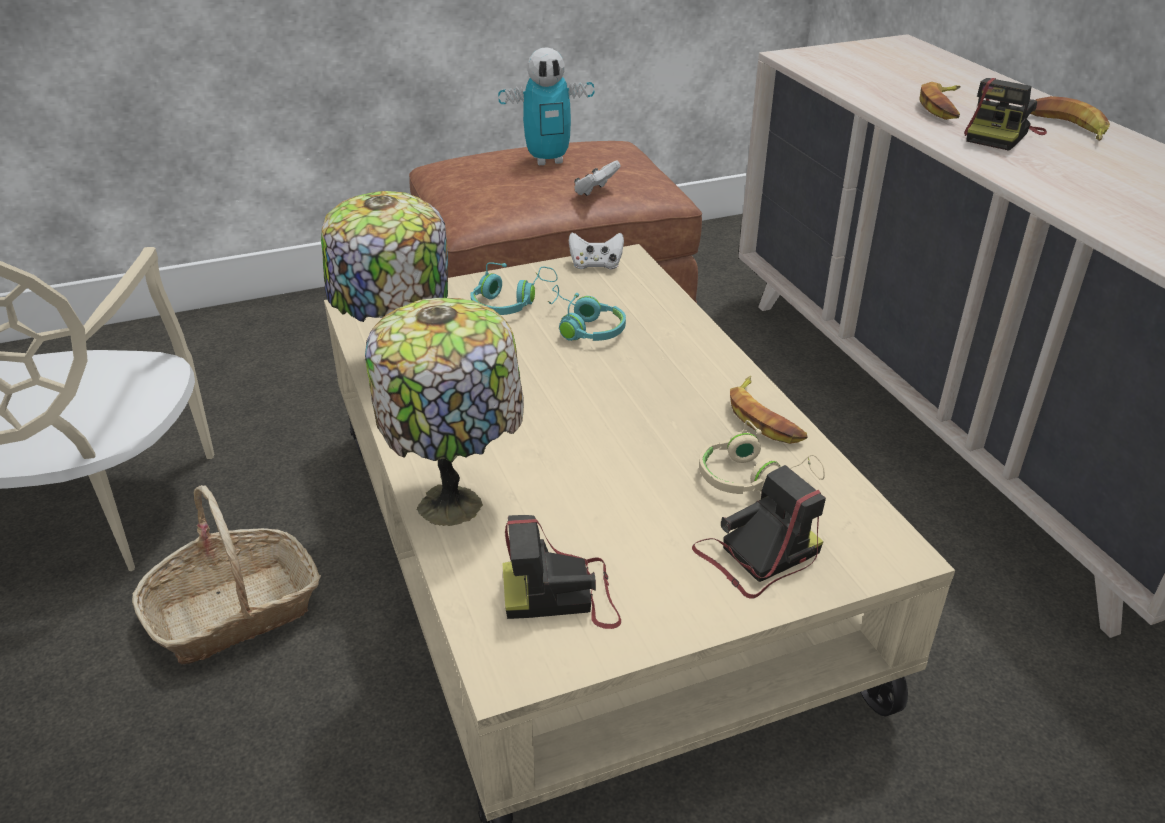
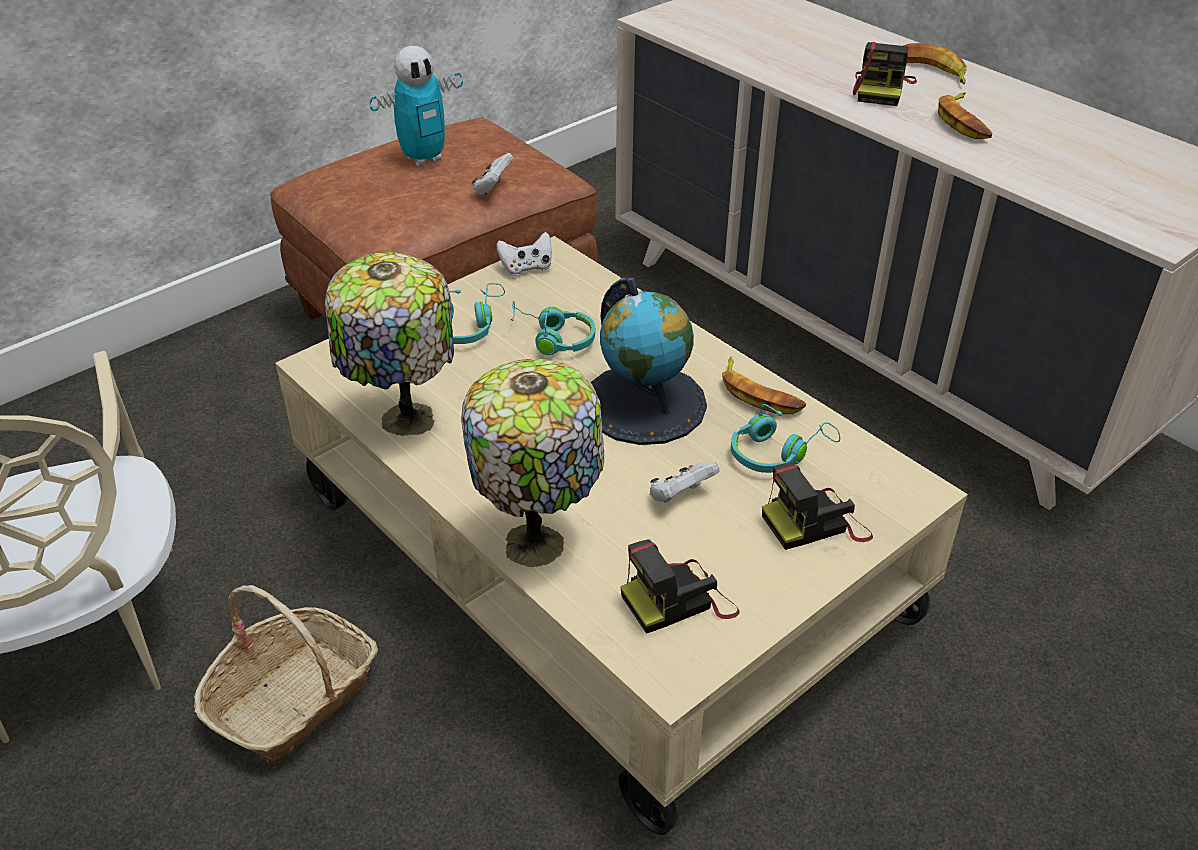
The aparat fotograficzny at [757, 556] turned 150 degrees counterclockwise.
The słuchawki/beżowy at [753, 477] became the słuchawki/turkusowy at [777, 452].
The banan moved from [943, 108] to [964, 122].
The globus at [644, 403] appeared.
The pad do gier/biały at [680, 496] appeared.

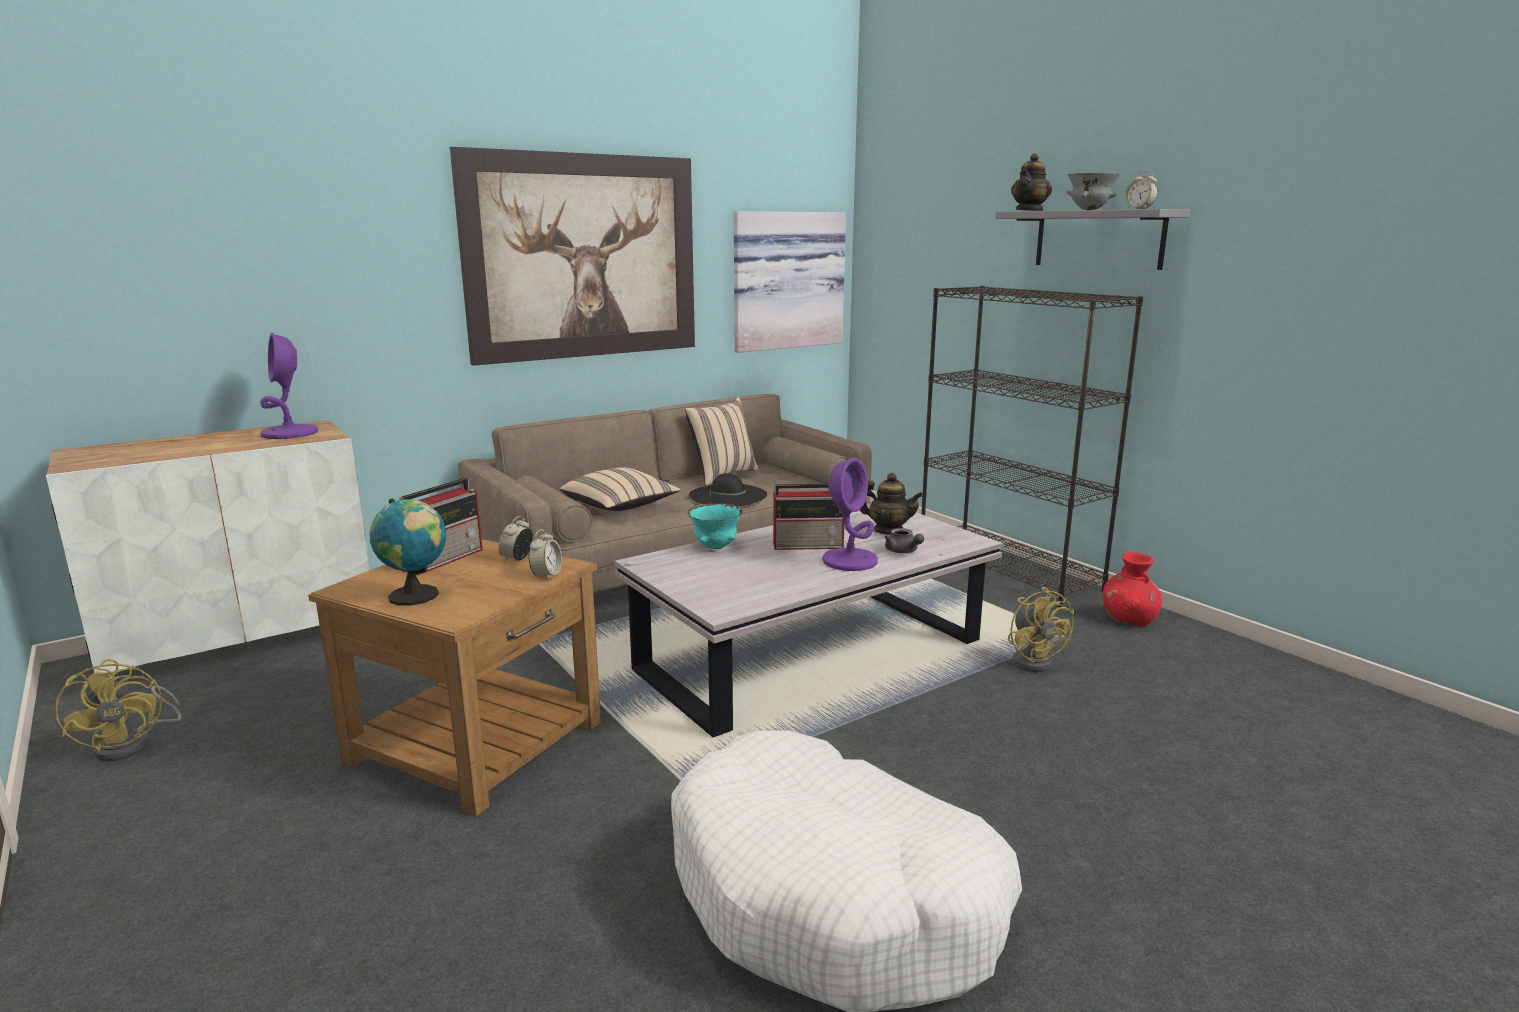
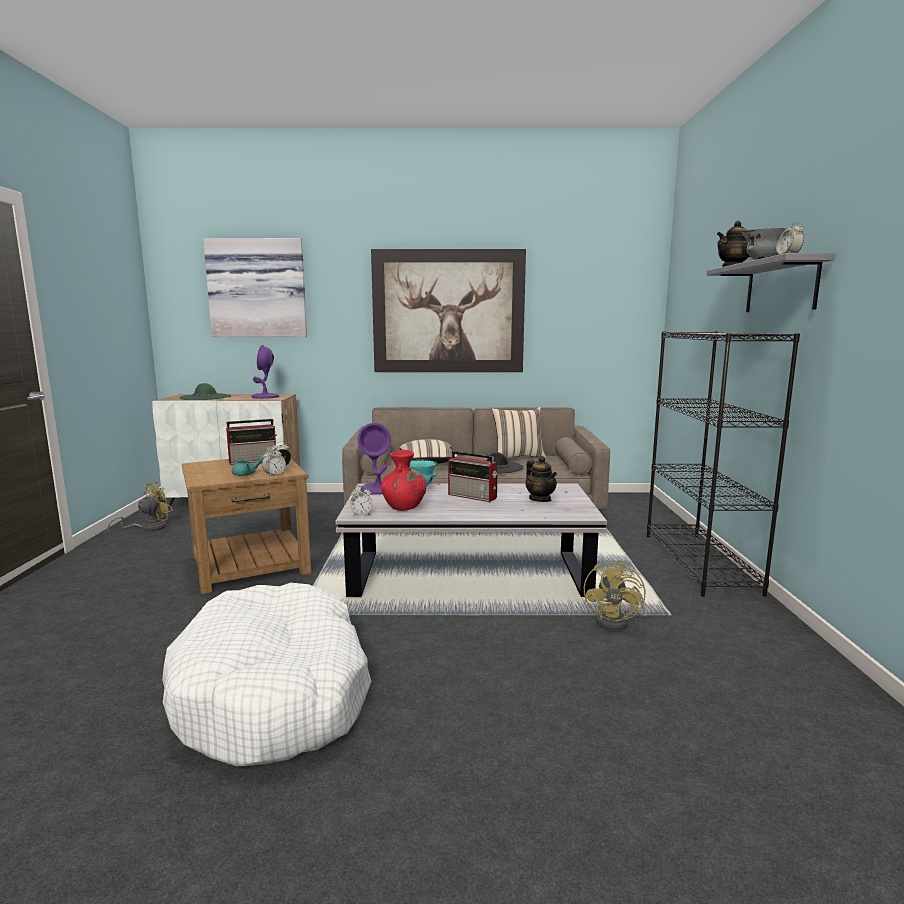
The wentylator/żółty at [134, 743] turned 150 degrees counterclockwise.
The globus at [417, 596] disappeared.
The obraz moved from [786, 280] to [258, 288].
The lampa stołowa/fioletowy moved from [850, 561] to [378, 489].
The imbryk/szary at [903, 552] disappeared.
The wazon/czerwony moved from [1129, 620] to [404, 506].
The kapelusz/zielony at [206, 397] appeared.
The imbryk/turkusowy at [248, 474] appeared.
The budzik at [361, 514] appeared.

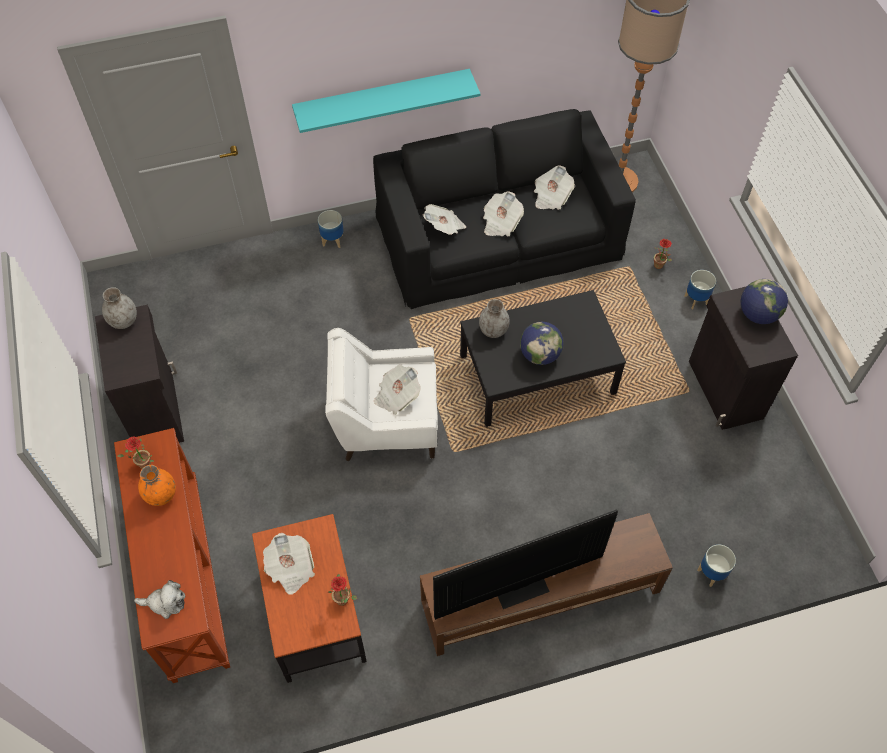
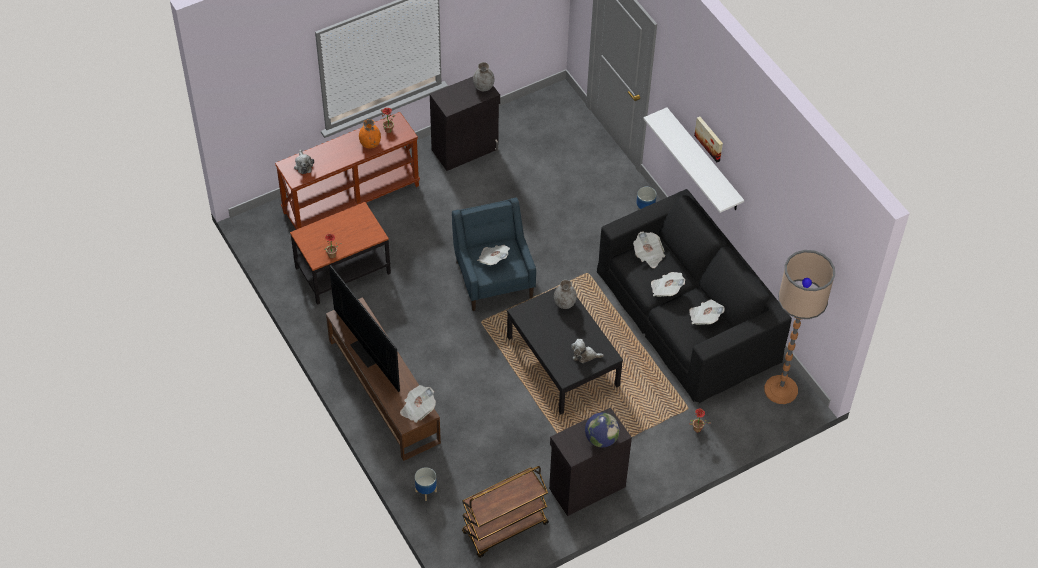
The gazeta moved from [290, 569] to [417, 409].
The półka/turkusowy at [382, 98] became the półka/biały at [703, 161].
The fotel/biały at [386, 422] became the fotel/niebieski at [494, 277].
The globus at [539, 355] disappeared.
The donica at [696, 300] disappeared.
The wózek/brązowy at [504, 529] appeared.
The pluszak at [584, 355] appeared.
The obraz at [710, 138] appeared.

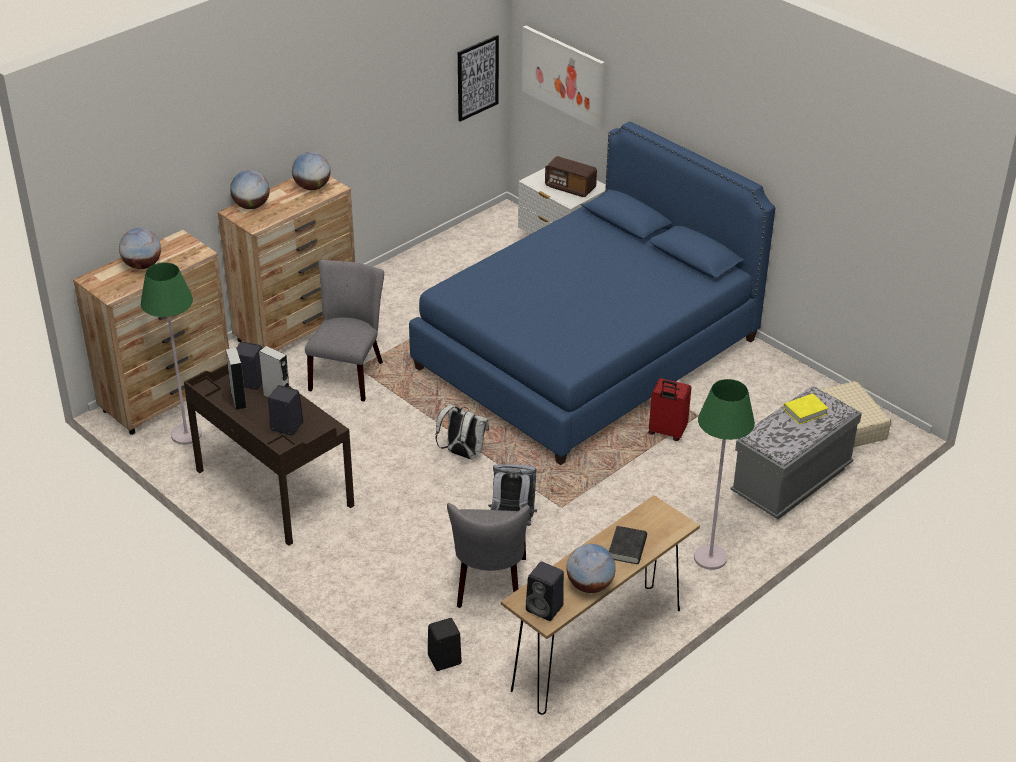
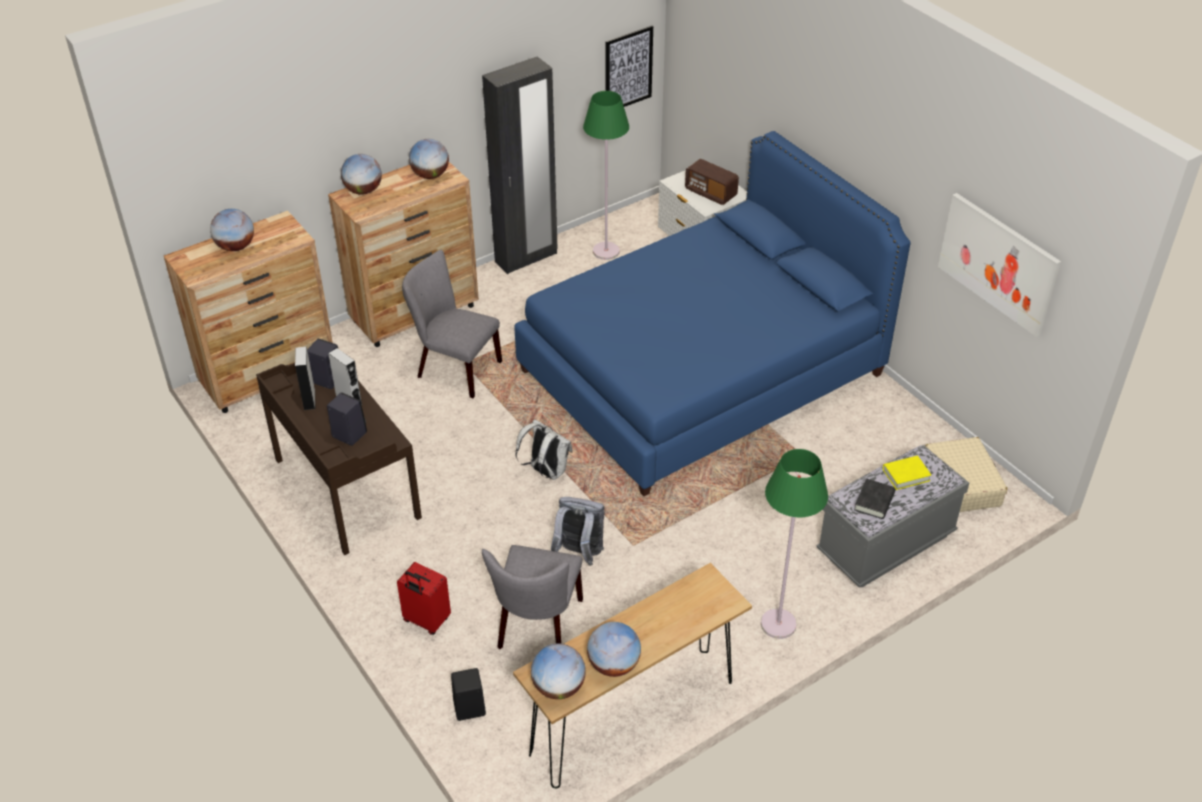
The lampa stojąca/zielony moved from [186, 434] to [605, 251].
The krzesło/szary at [349, 373] turned 90 degrees counterclockwise.
The obraz moved from [563, 76] to [998, 263].
The głośnik/czarny at [545, 608] was replaced by the globus at [559, 687].
The książka/czarny moved from [627, 548] to [874, 502].
The walizka/czerwony moved from [666, 432] to [426, 621].
The szafa/czarny at [526, 258] appeared.

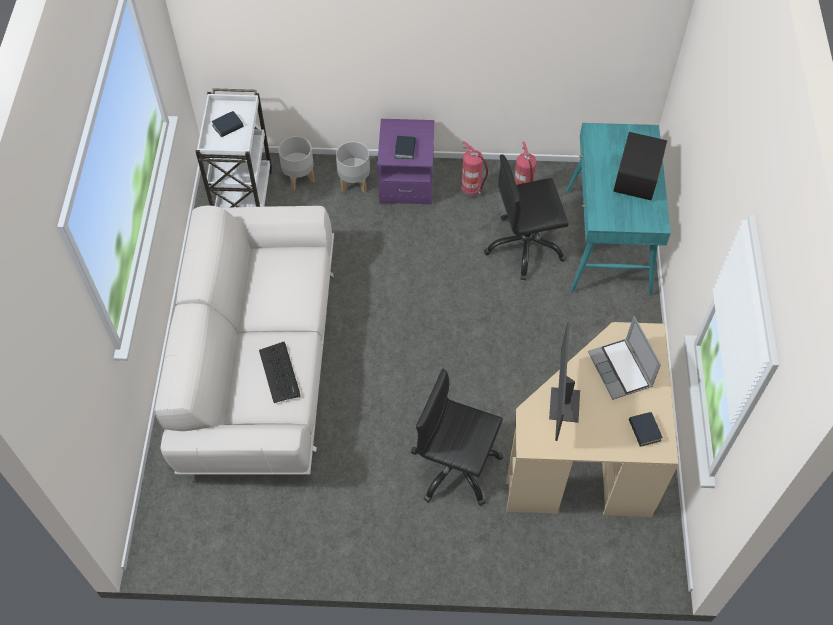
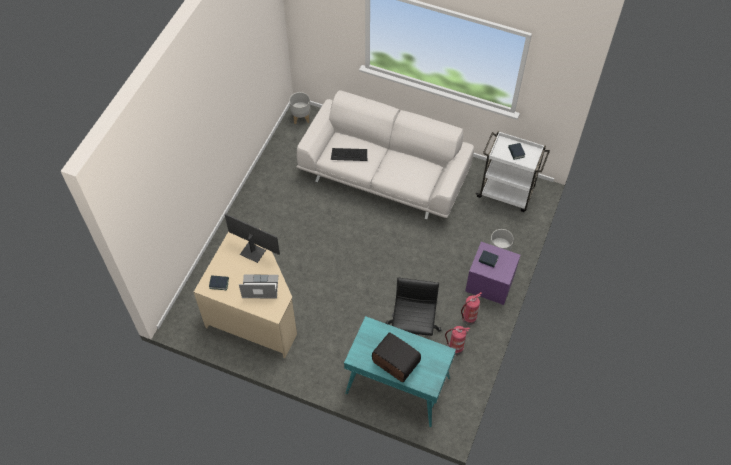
The donica/szary moved from [298, 177] to [301, 117].
The krzesło biurowe/czarny at [455, 467] disappeared.

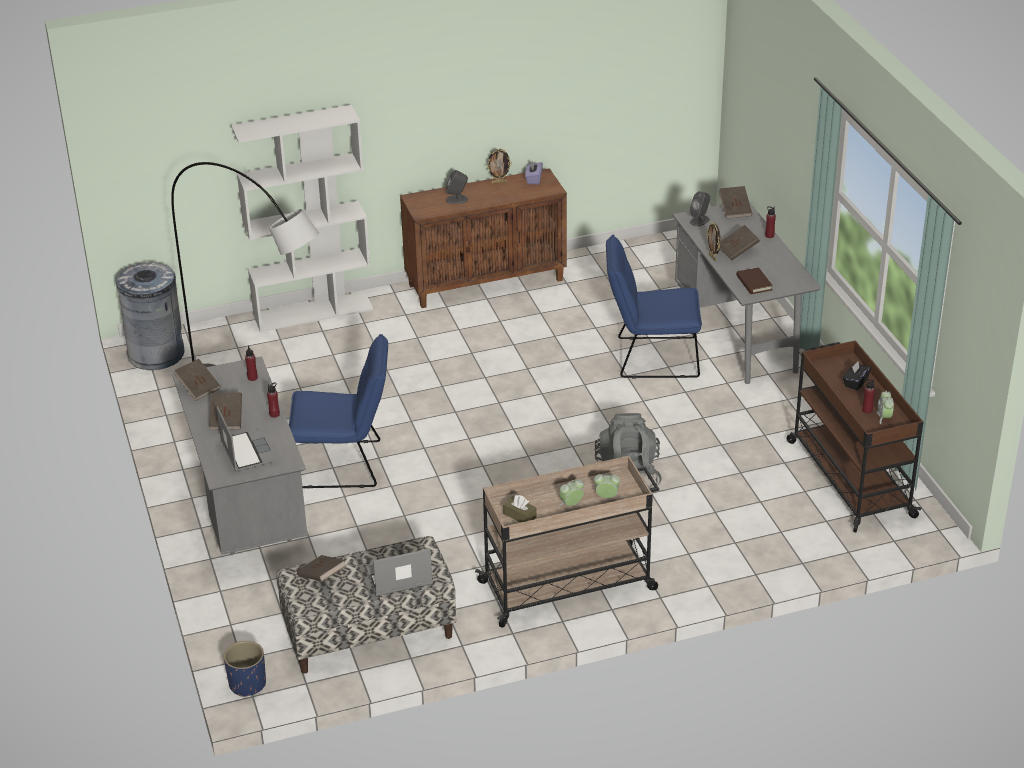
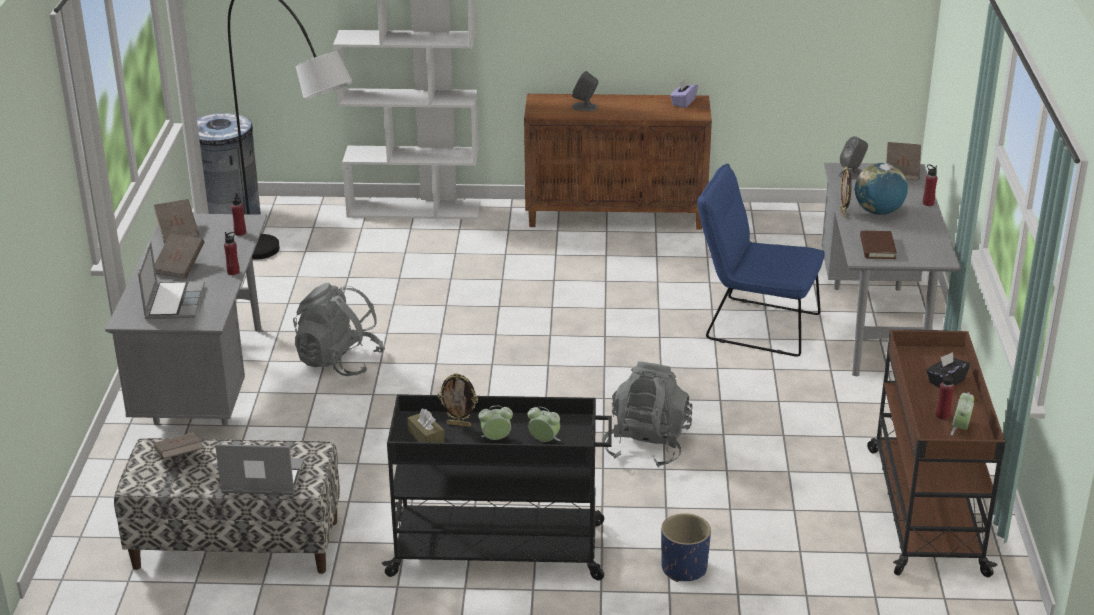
The donica/niebieski moved from [247, 684] to [684, 568].
The krzesło/niebieski at [344, 464] was replaced by the plecak/szary at [339, 361].
The wózek/beżowy at [569, 585] became the wózek/czarny at [500, 549].
The ramka na zdjęcie moved from [499, 182] to [459, 424].
The książka/brązowy at [737, 251] was replaced by the globus at [878, 212].

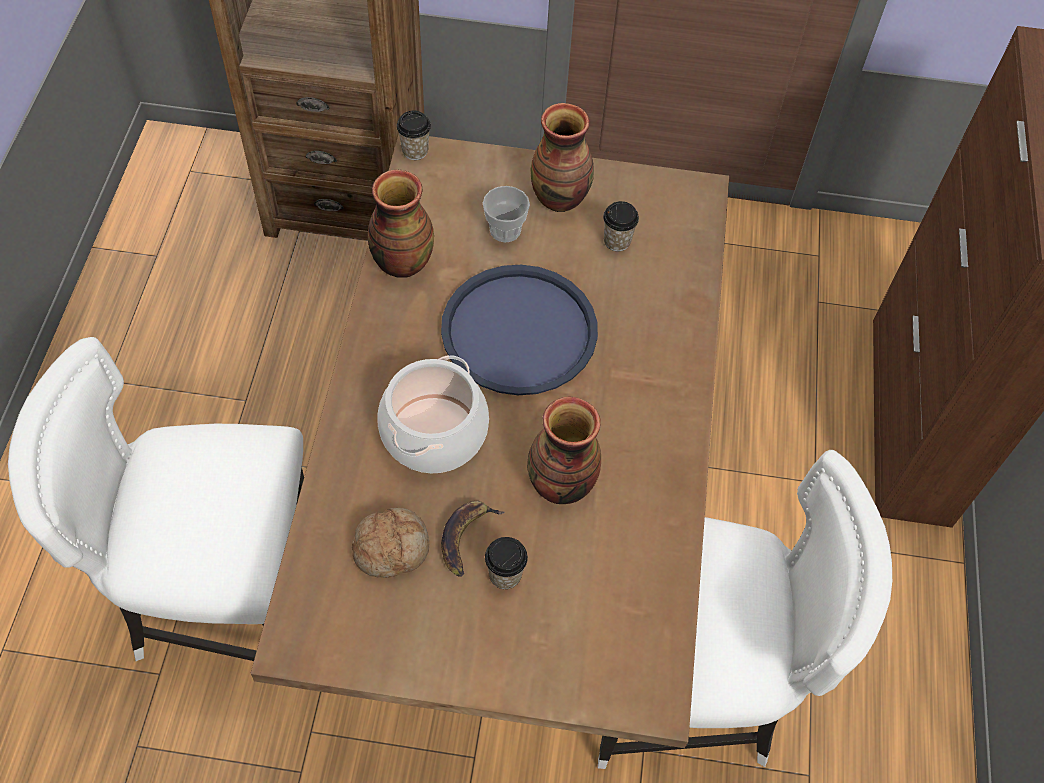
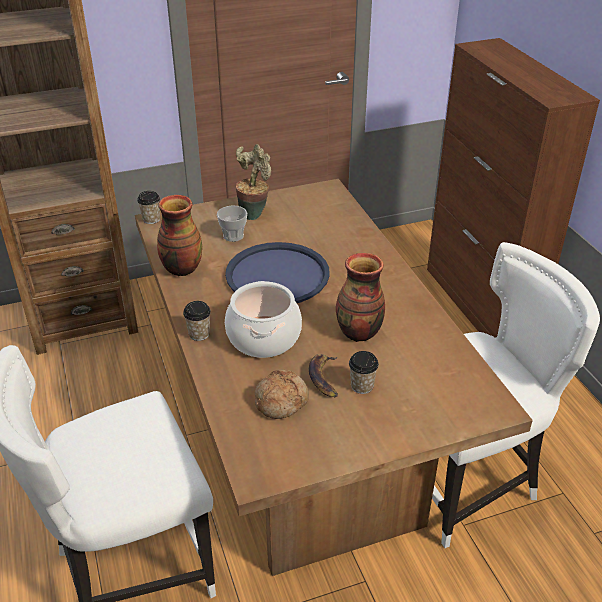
The wazon at [561, 197] was replaced by the roślina doniczkowa at [254, 213].
The filiżanka moved from [617, 241] to [199, 334].

